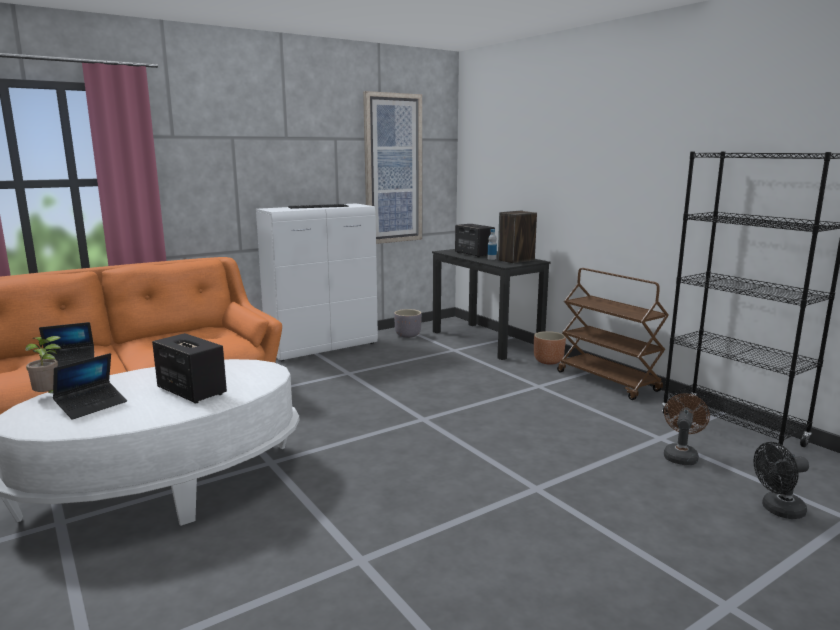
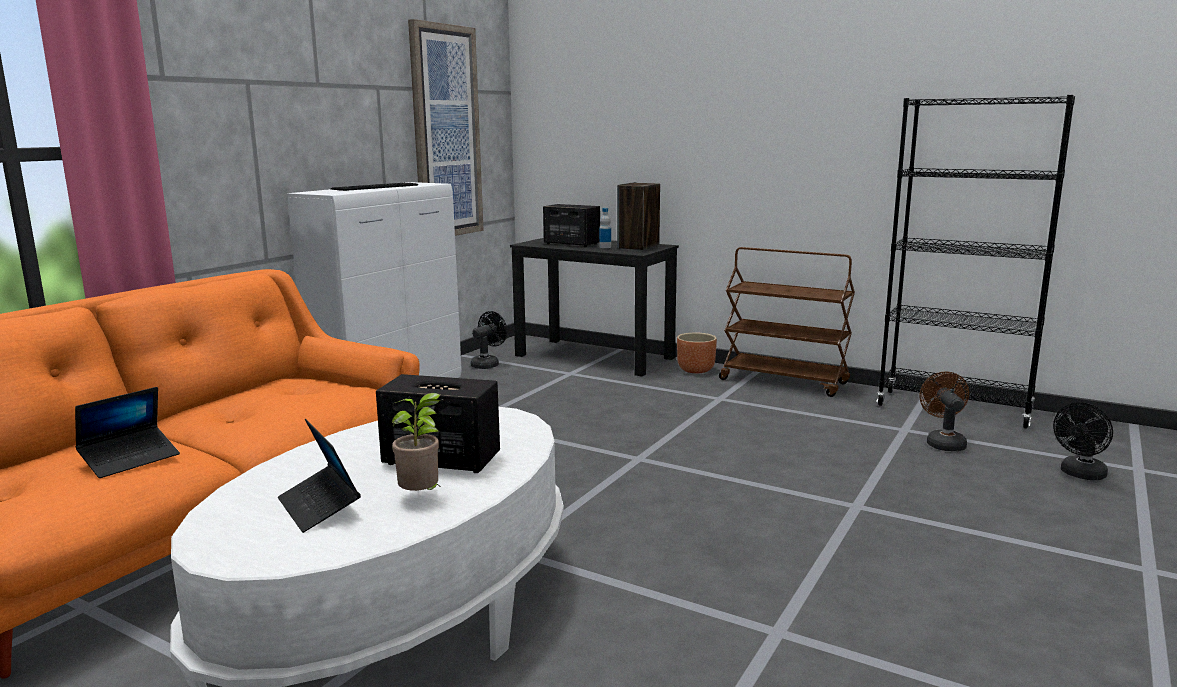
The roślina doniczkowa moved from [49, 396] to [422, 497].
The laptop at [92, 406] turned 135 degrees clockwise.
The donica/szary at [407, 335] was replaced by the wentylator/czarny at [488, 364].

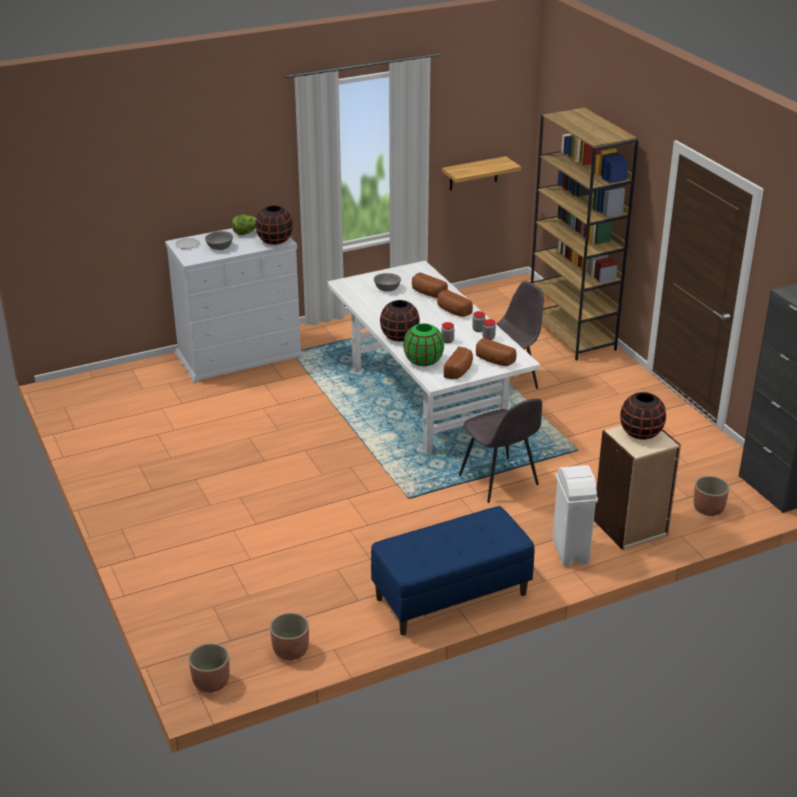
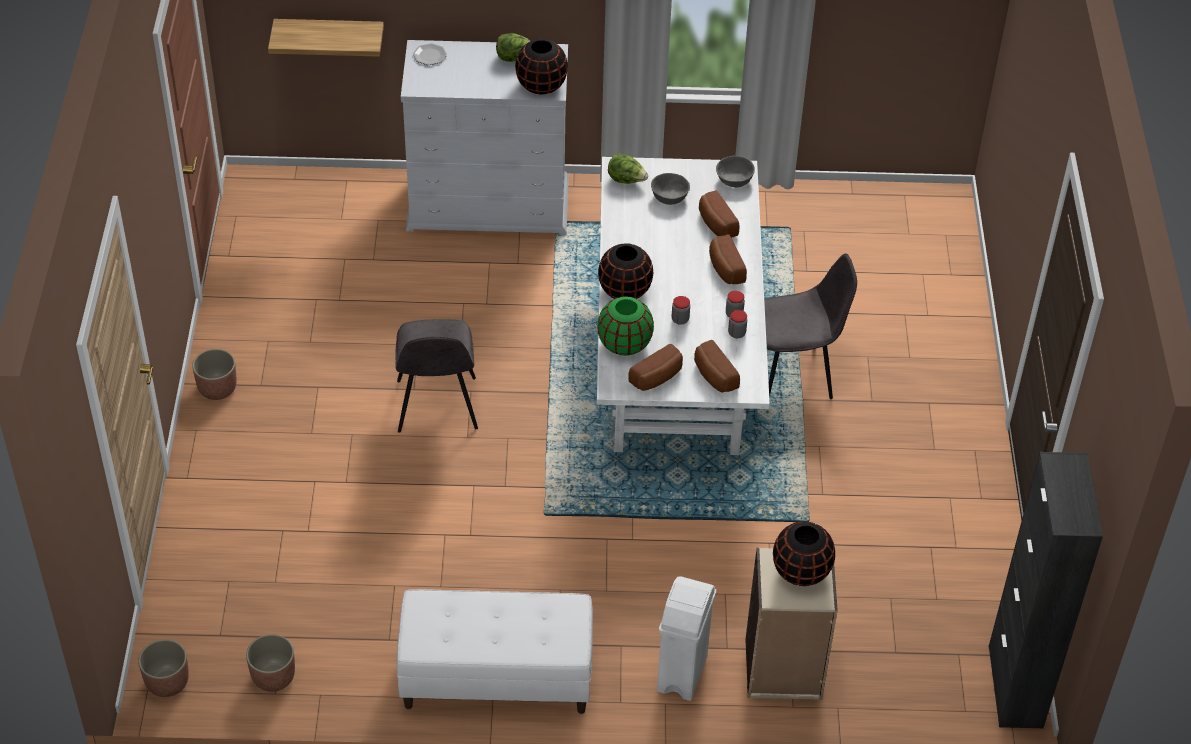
The miska/szary moved from [219, 247] to [734, 180].
The ławka/niebieski at [451, 597] became the ławka/biały at [495, 679].
The półka moved from [473, 173] to [329, 35].
The krzesło/szary moved from [499, 481] to [437, 407].
The regał/brązowy at [572, 334] disappeared.
The donica moved from [708, 509] to [217, 388].
The sałata at [626, 180] appeared.

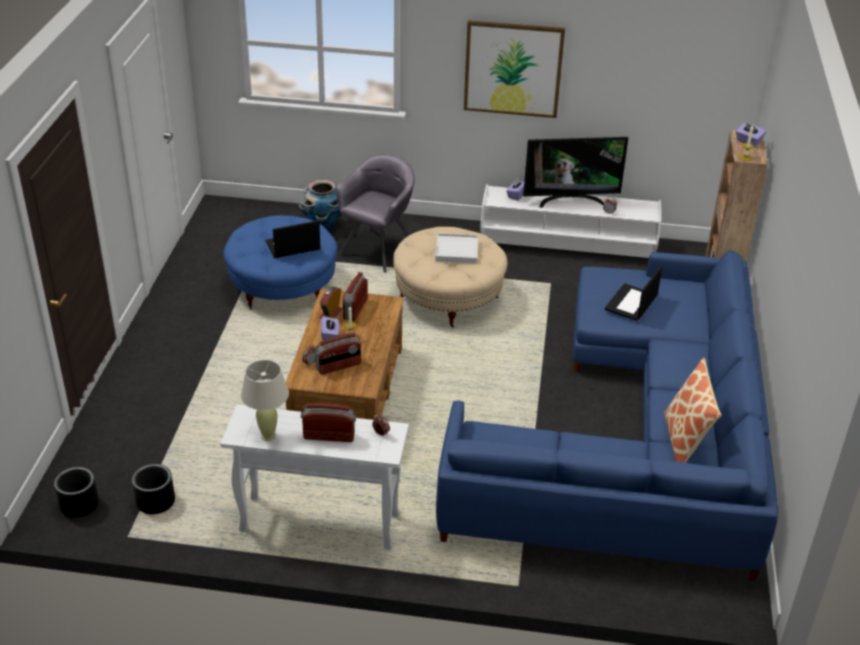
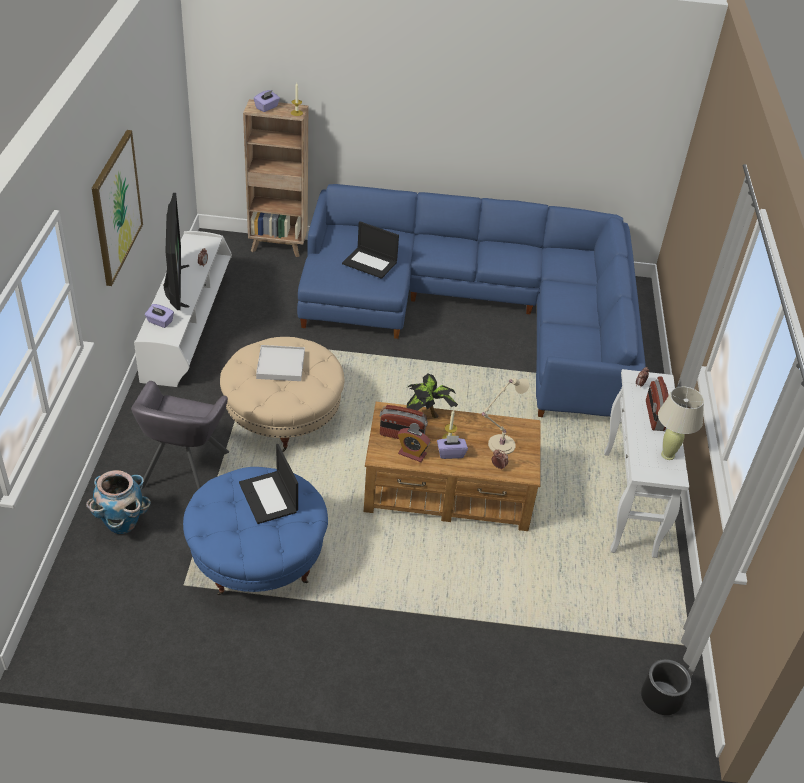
The donica/czarny at [155, 501] disappeared.
The radio at [338, 366] was replaced by the lampa stołowa/beżowy at [499, 445].
The fotel/szary at [378, 250] turned 105 degrees counterclockwise.
The poduszka at [685, 442] disappeared.
The roślina doniczkowa at [428, 414] appeared.

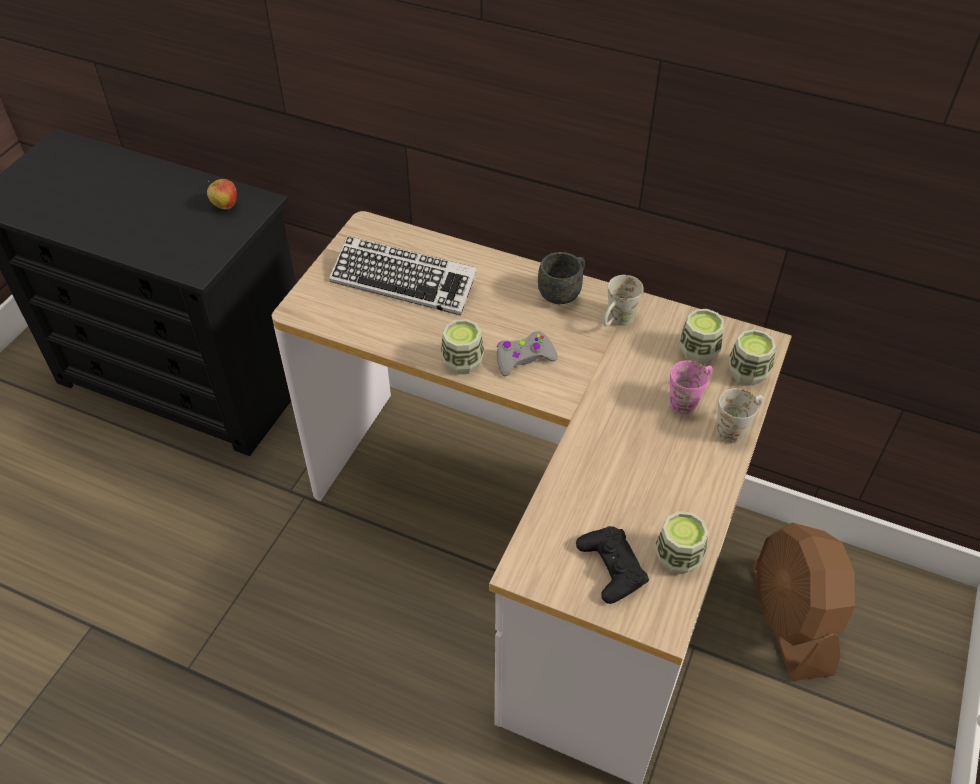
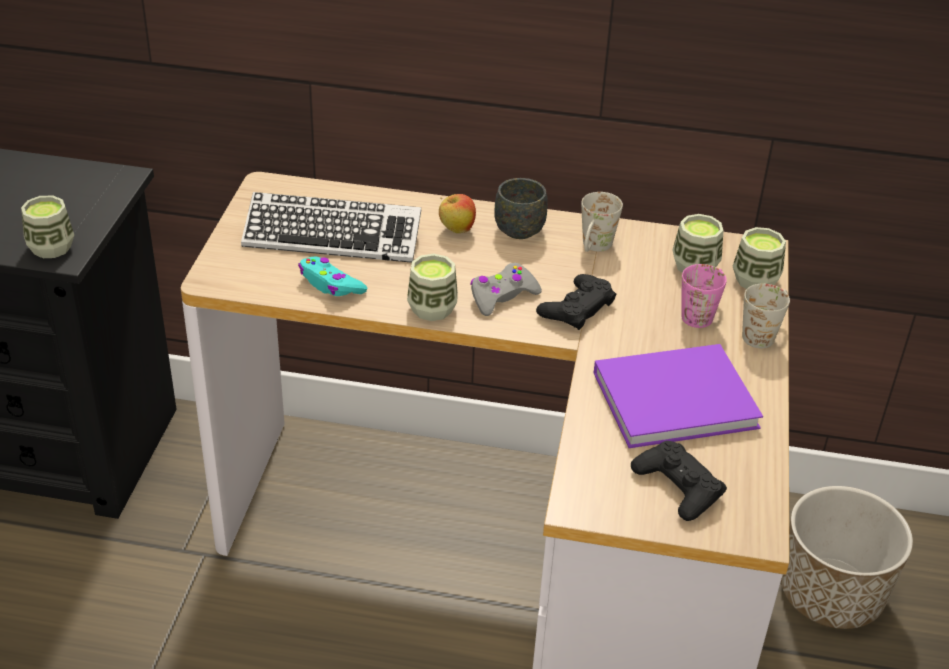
The jabłko moved from [225, 206] to [456, 230].
The filiżanka moved from [677, 557] to [51, 247].
The wentylator/brązowy at [790, 620] was replaced by the donica at [830, 594].
The pad do gier/turkusowy at [330, 284] appeared.
The pad do gier/czarny at [576, 308] appeared.
The książka/fioletowy at [679, 399] appeared.

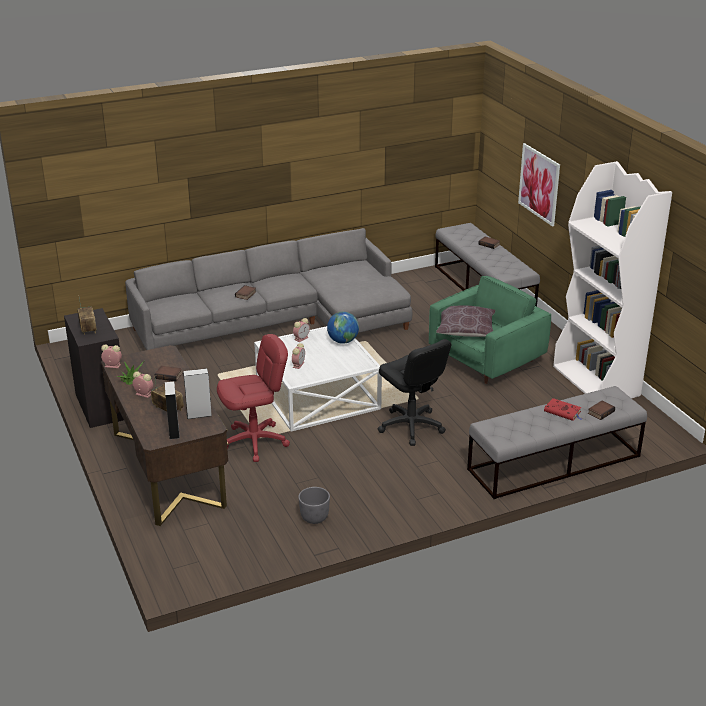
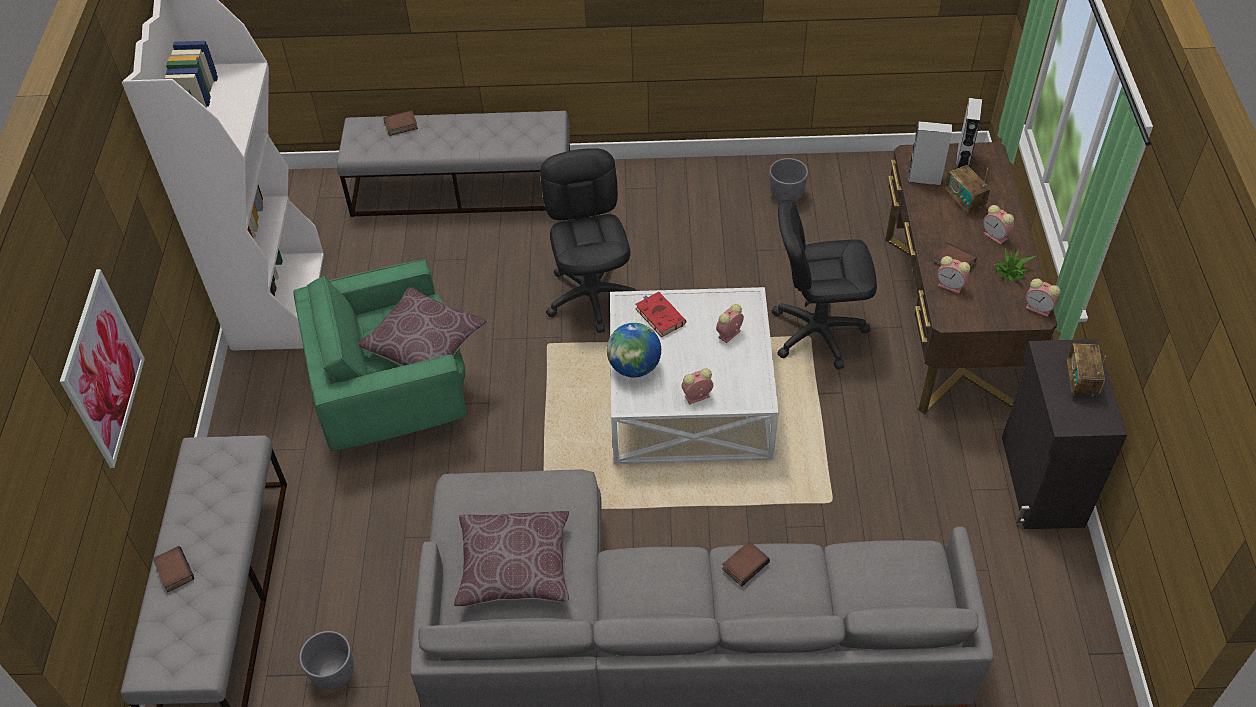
The krzesło biurowe/czerwony at [255, 442] became the krzesło biurowe/czarny at [817, 332].
The książka/czerwony moved from [563, 412] to [659, 315].
The donica/szary at [333, 674] appeared.
The poduszka/brązowy at [514, 567] appeared.
The budzik at [951, 286] appeared.

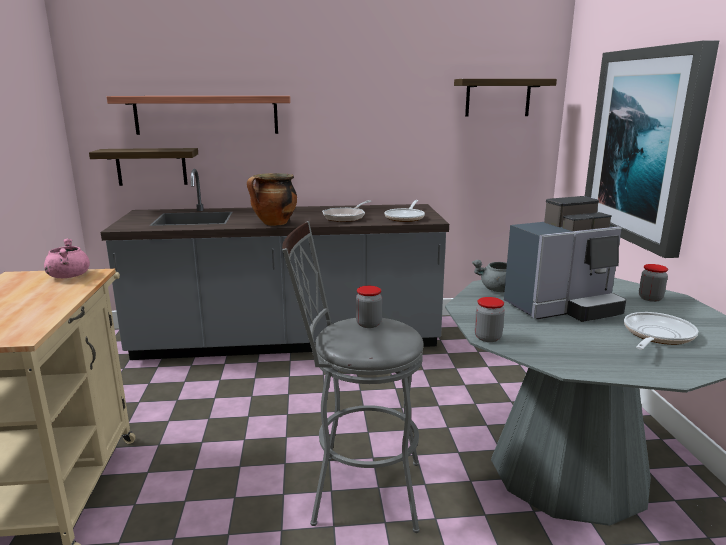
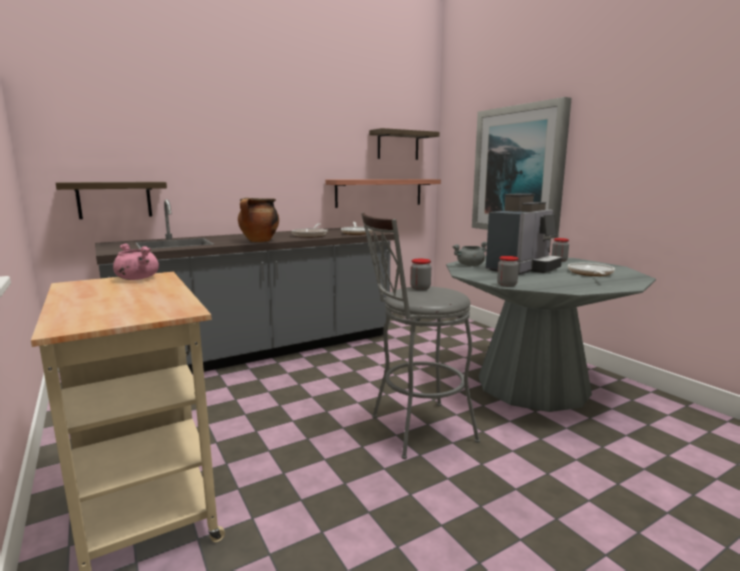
The półka moved from [206, 115] to [379, 192].

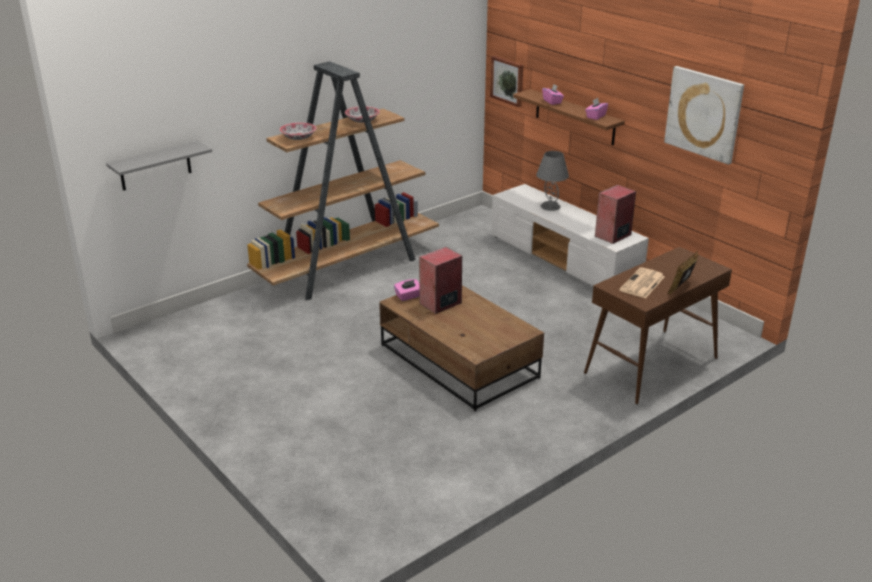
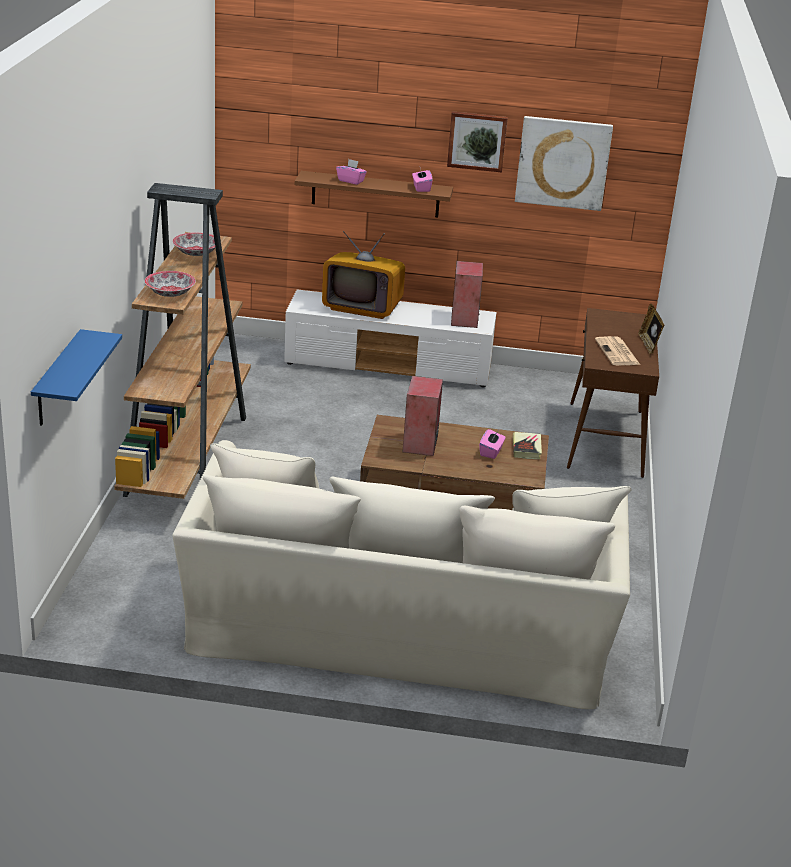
The półka/szary at [155, 166] became the półka/niebieski at [57, 379].
The pudełko chusteczek/różowy moved from [408, 296] to [491, 452].
The obraz moved from [507, 80] to [477, 141].
The lampa stołowa/szary at [550, 206] was replaced by the telewizor at [362, 306].
The kanapa/beżowy at [400, 623] appeared.
The książka at [526, 448] appeared.

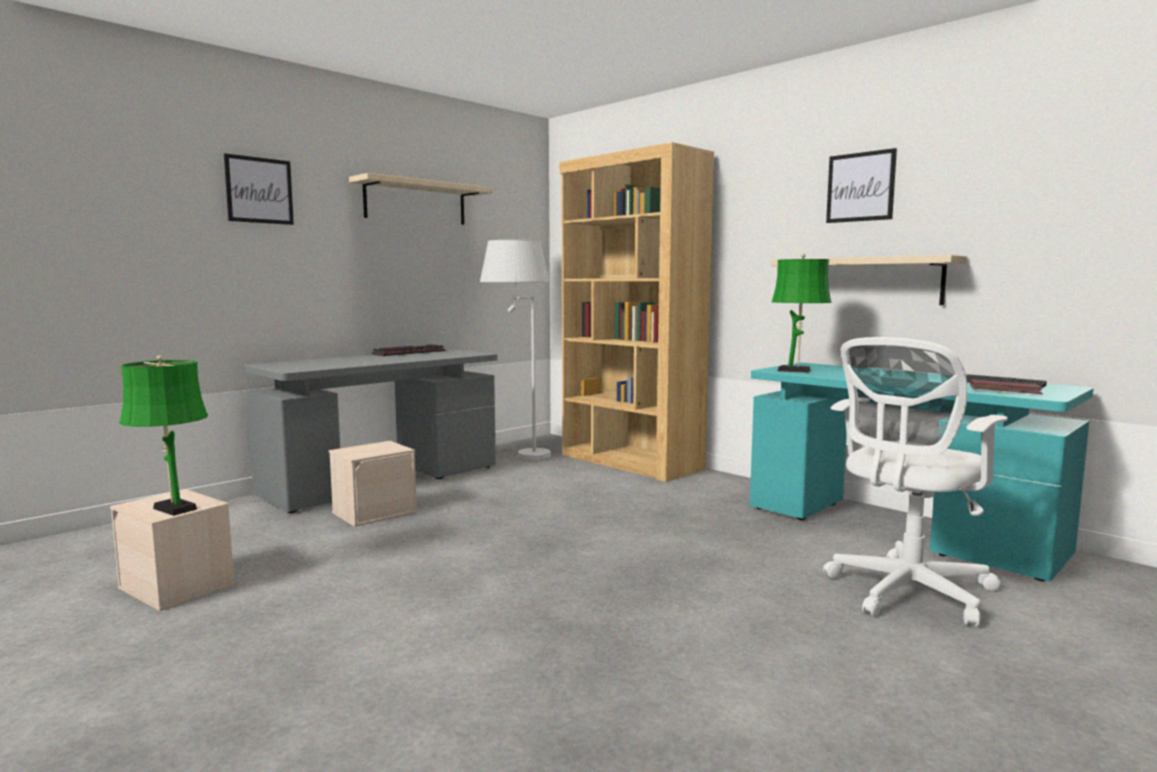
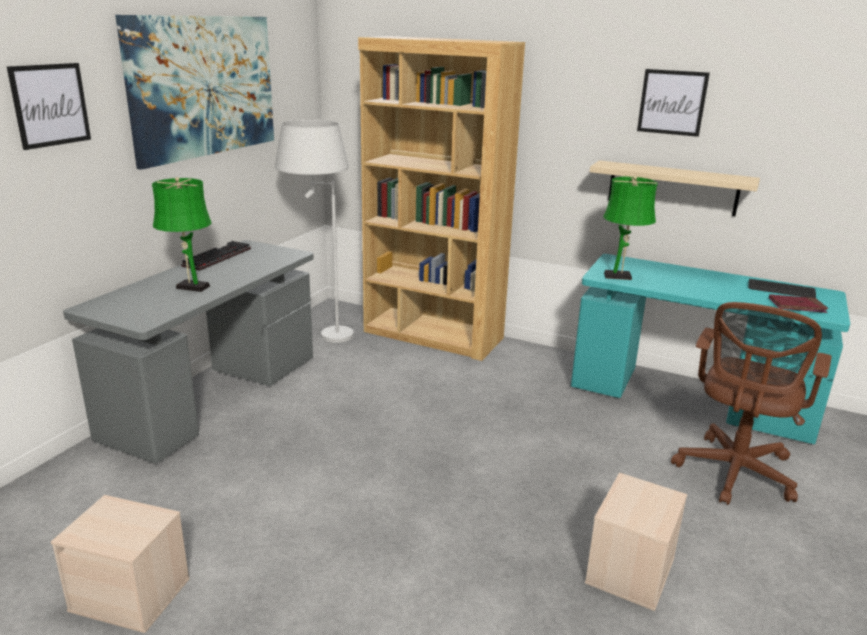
The lampa stołowa/zielony moved from [173, 508] to [190, 287].
The pojemnik do przechowywania/beżowy moved from [375, 512] to [629, 569].
The półka/beżowy at [416, 202] was replaced by the obraz at [204, 86].
The krzesło biurowe/biały at [906, 593] became the krzesło biurowe/brązowy at [734, 474].

